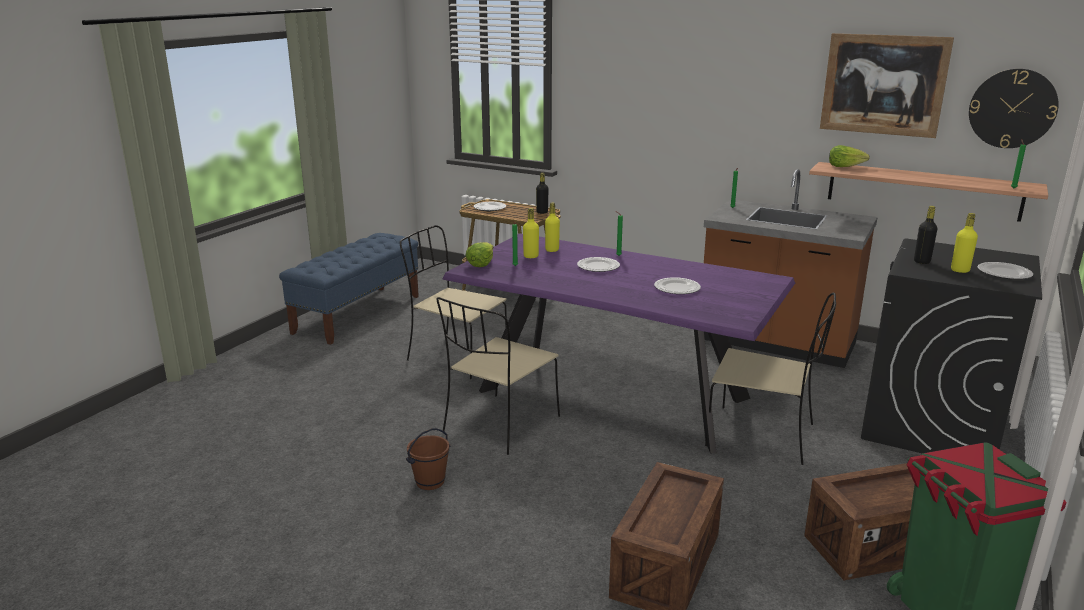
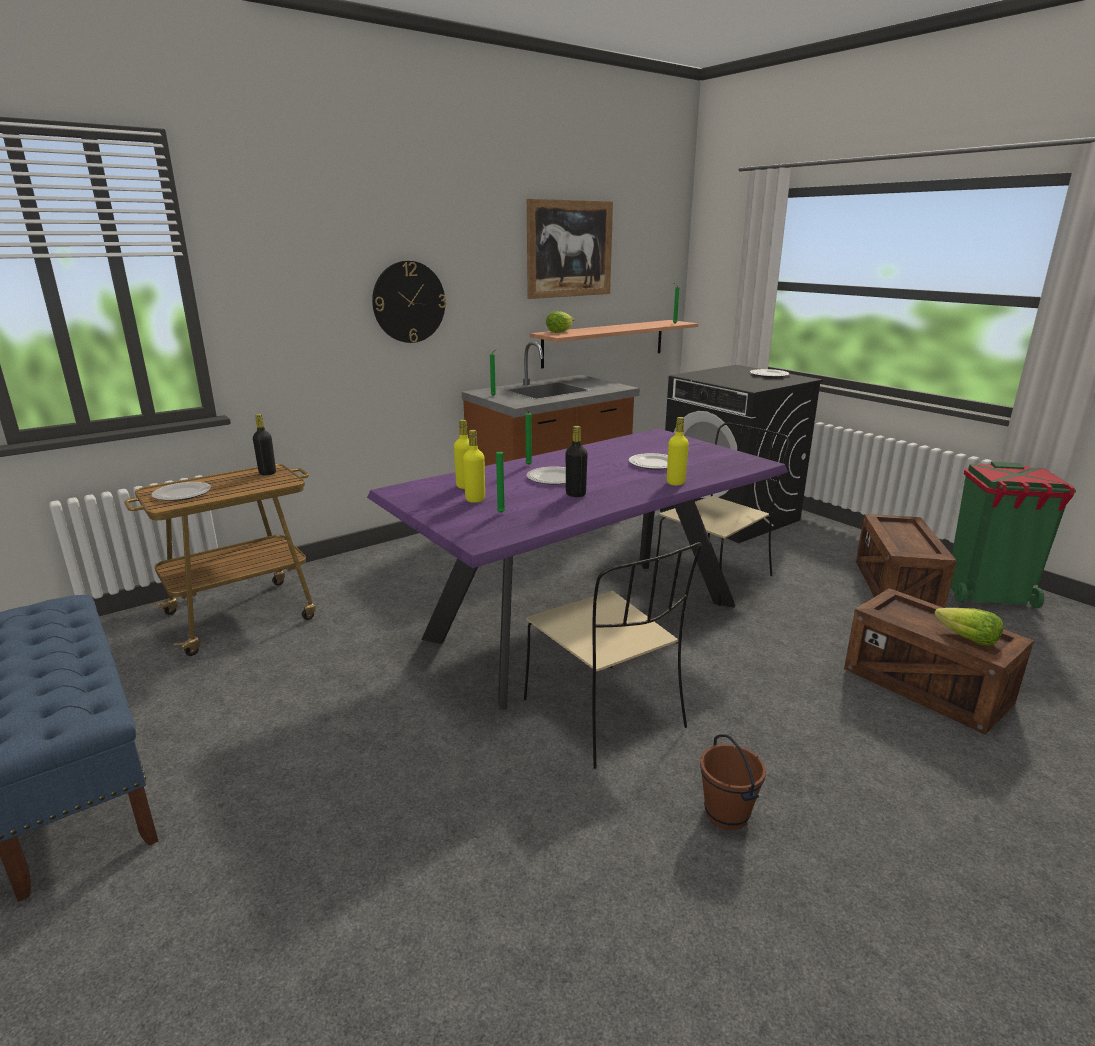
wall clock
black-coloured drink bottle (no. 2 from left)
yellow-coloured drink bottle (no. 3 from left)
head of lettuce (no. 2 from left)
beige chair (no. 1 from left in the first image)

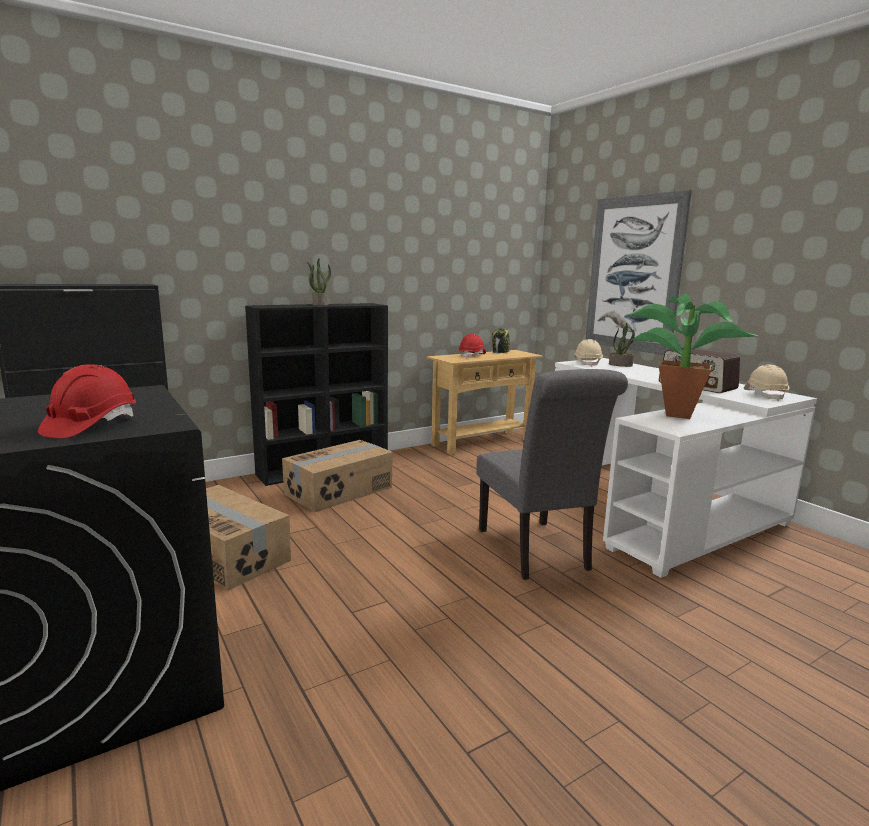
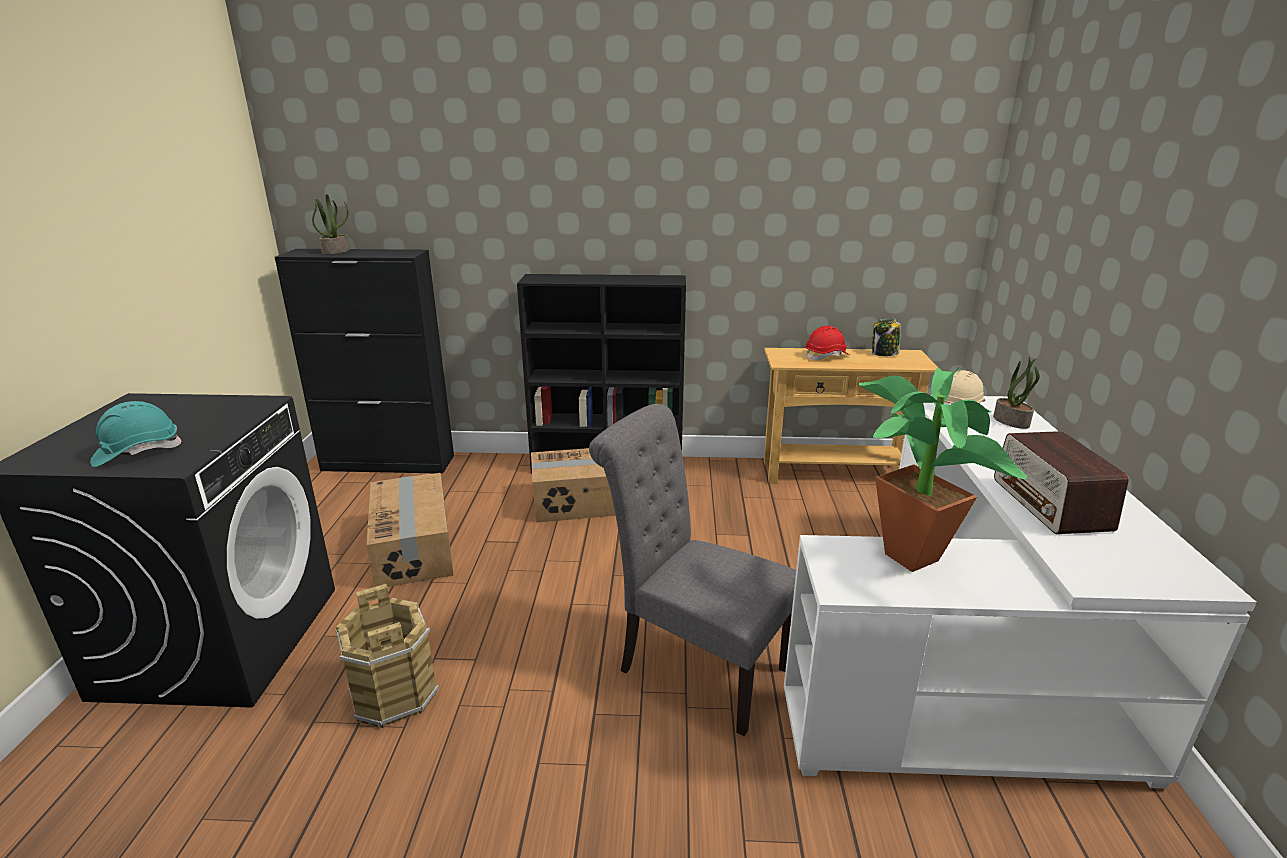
turquoise-coloured safety helmet
houseplant (no. 1 from left)
brownish bucket
gray chair
picture
beige safety helmet (no. 2 from left in the first image)

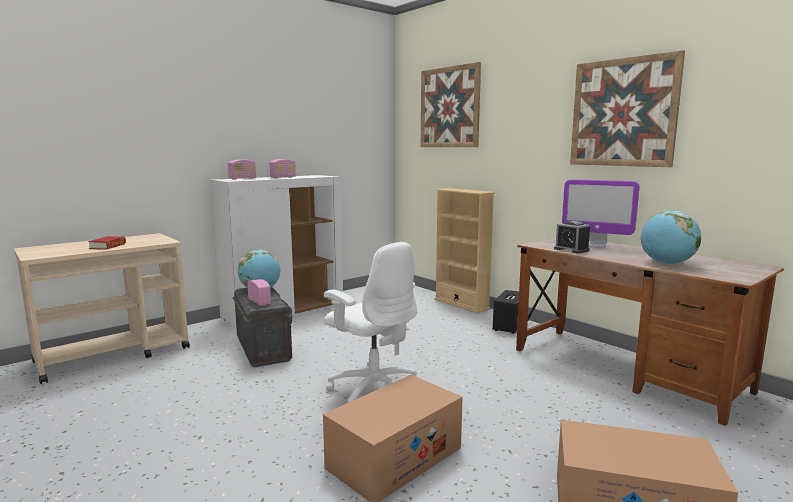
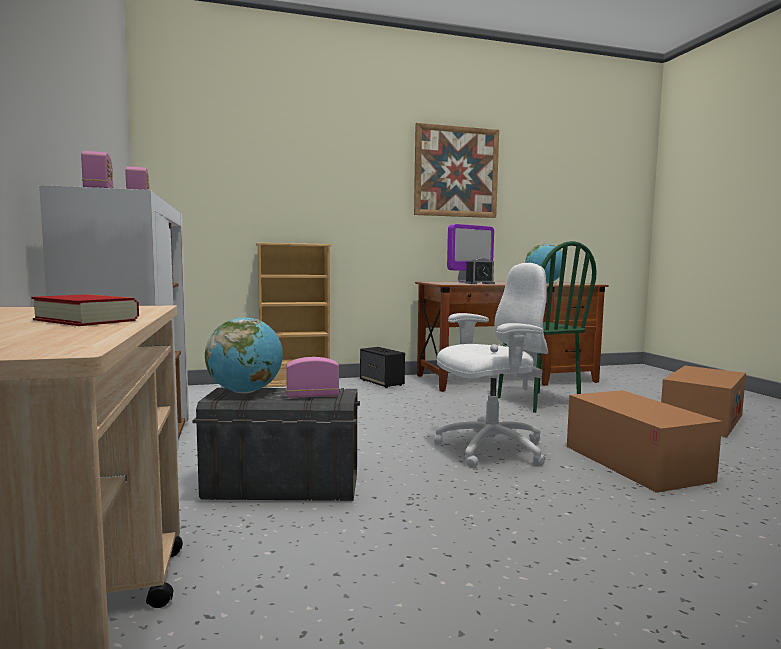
green-coloured chair
picture (no. 1 from left in the first image)

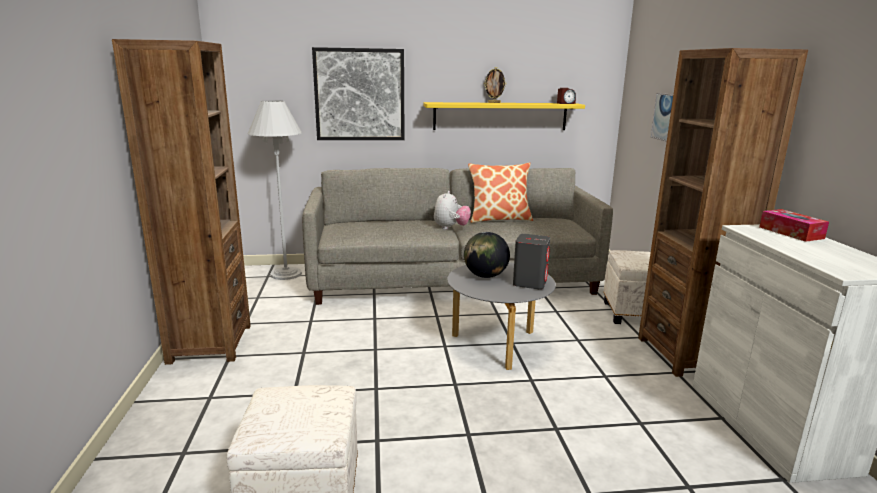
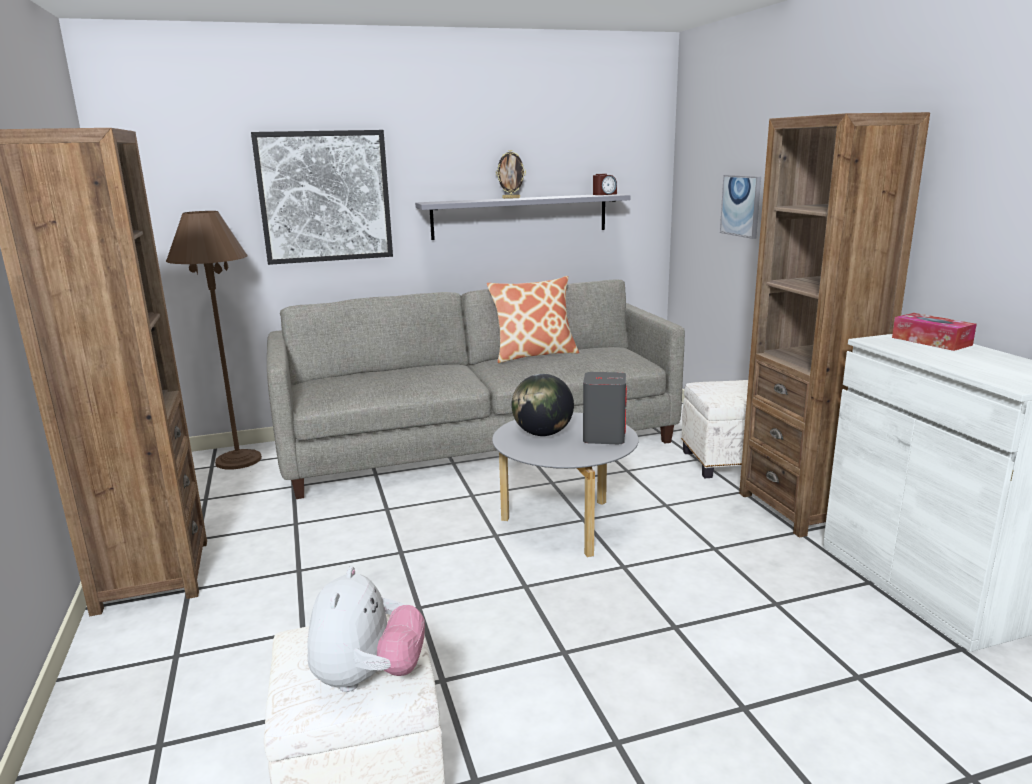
brownish standing lamp
soft toy
gray bracket shelf

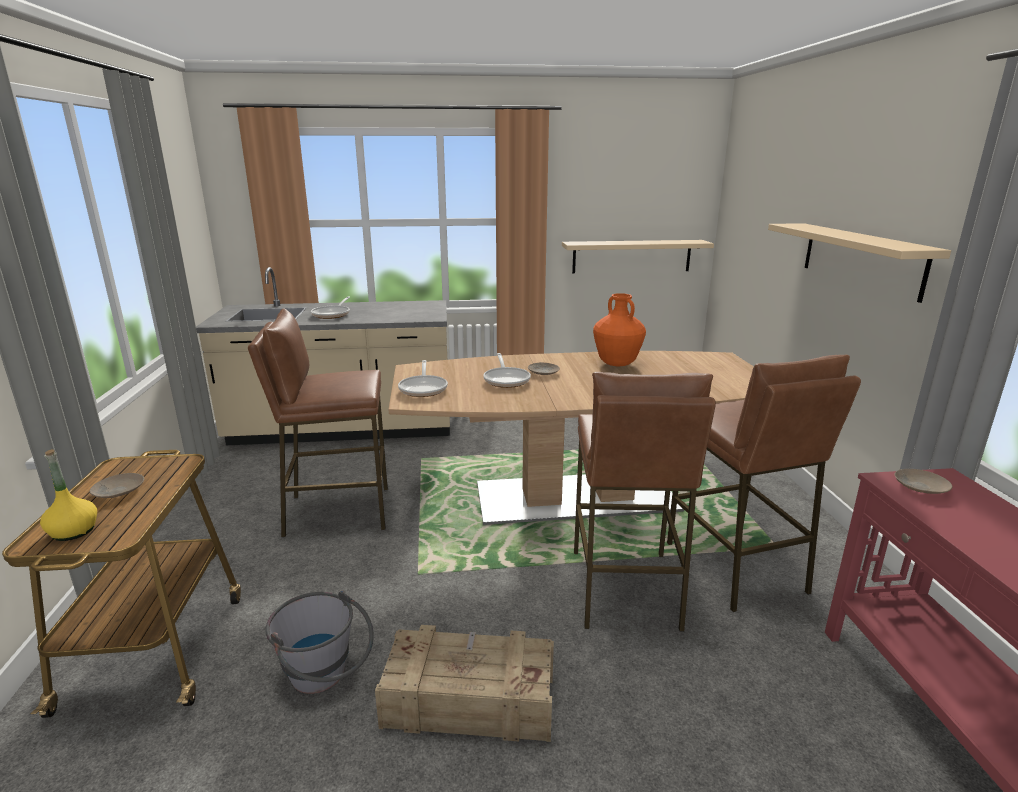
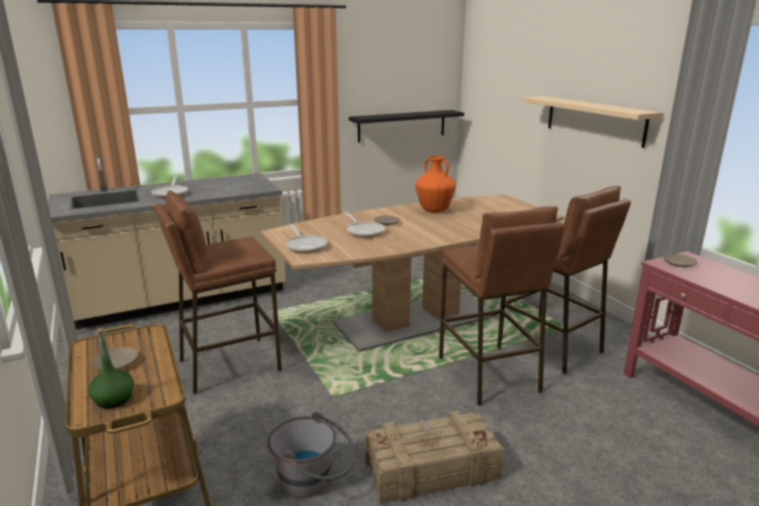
green-coloured drink bottle
black-coloured bracket shelf

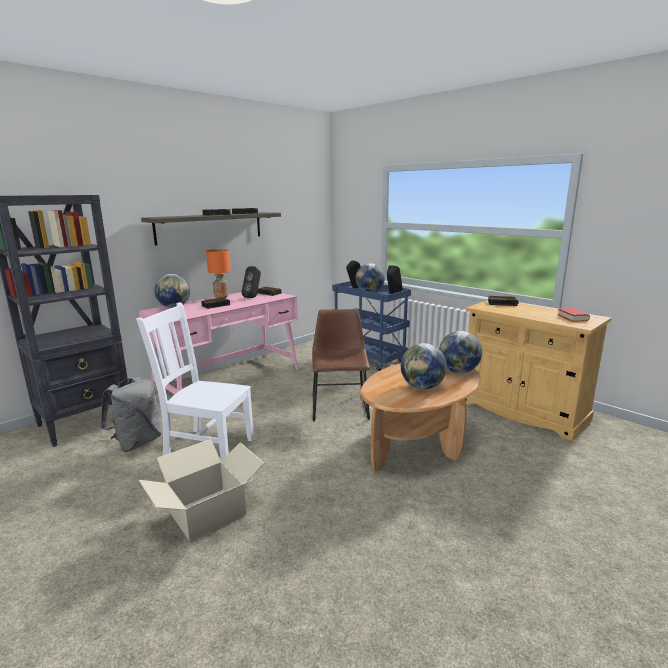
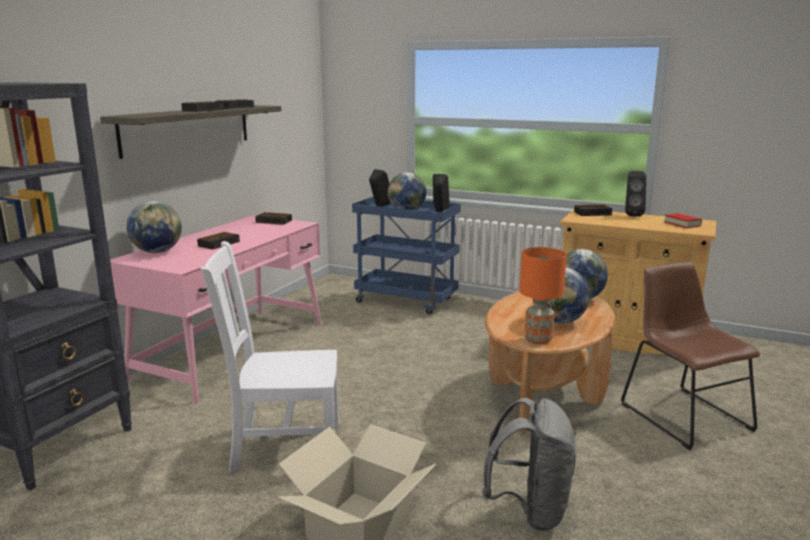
gray knapsack
orange table lamp
brownish chair
black-coloured loudspeaker (no. 3 from left)

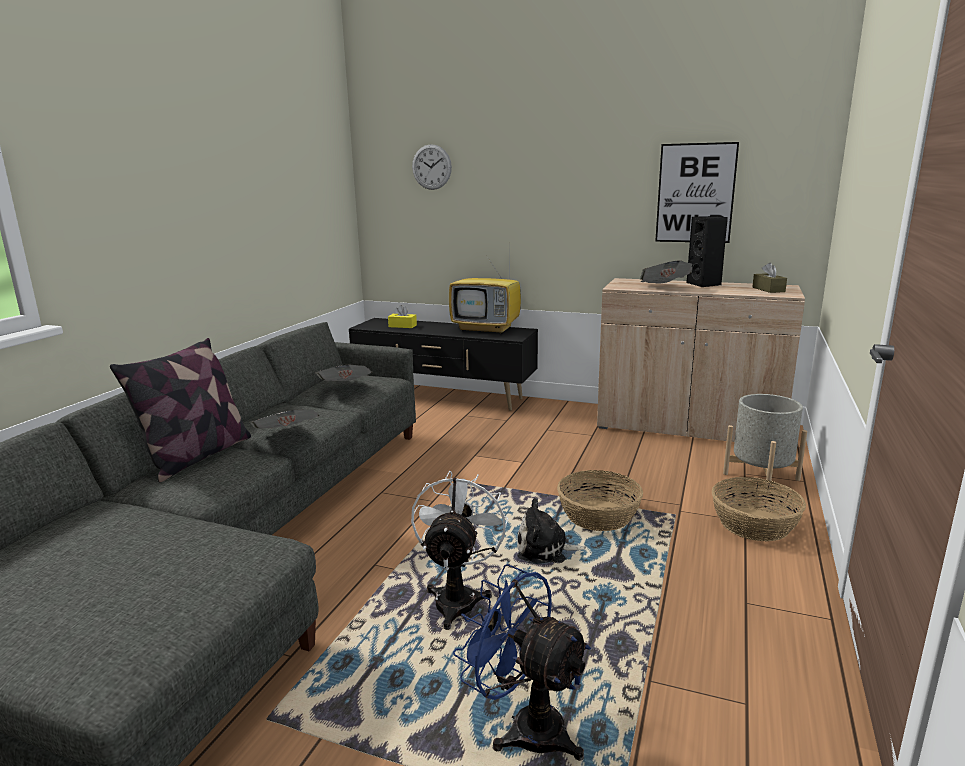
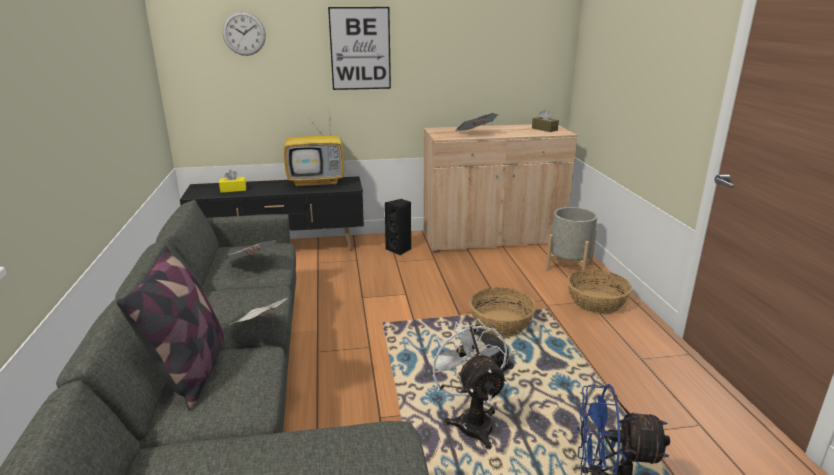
picture
black-coloured loudspeaker

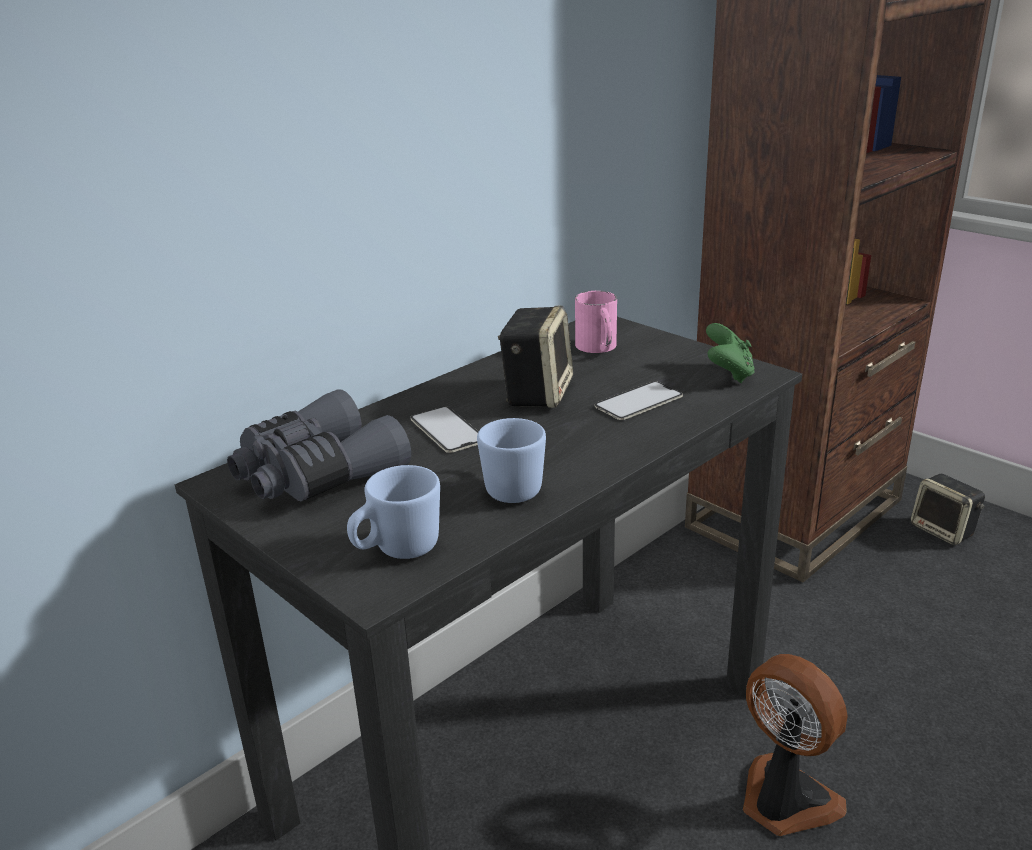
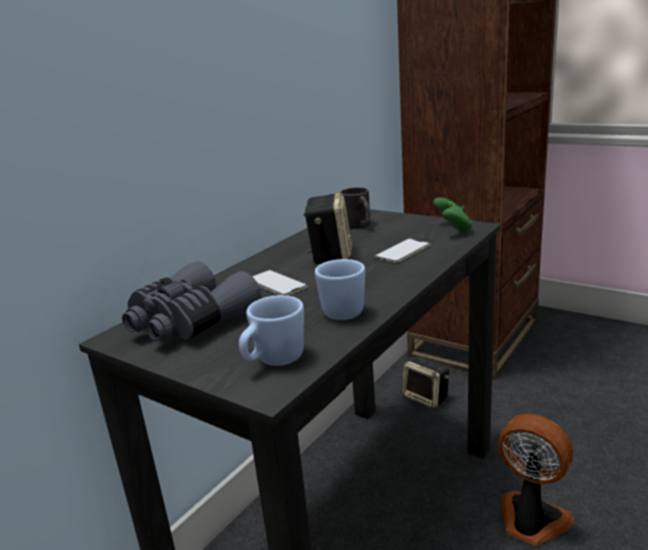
black-coloured coffee mug
loudspeaker (no. 2 from left)

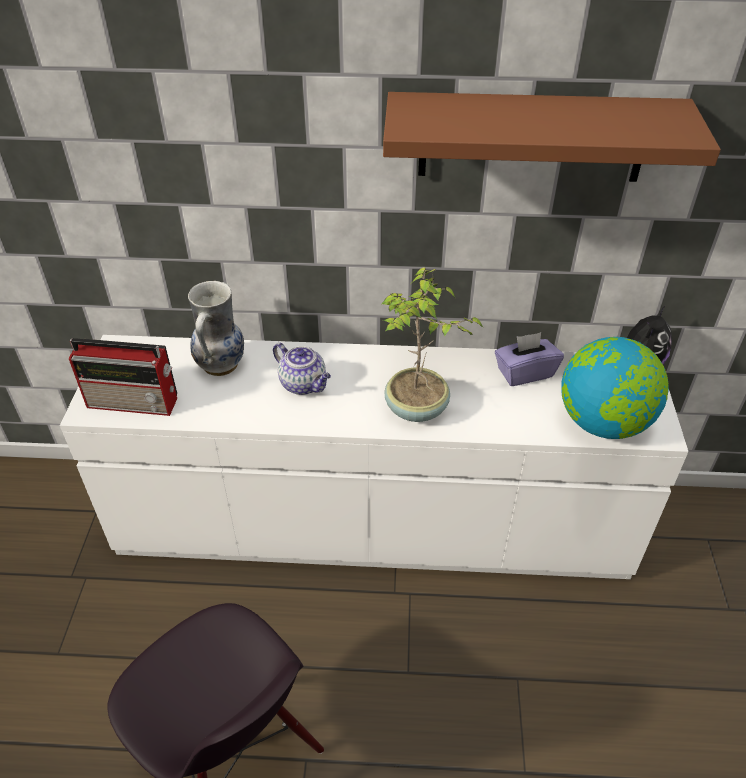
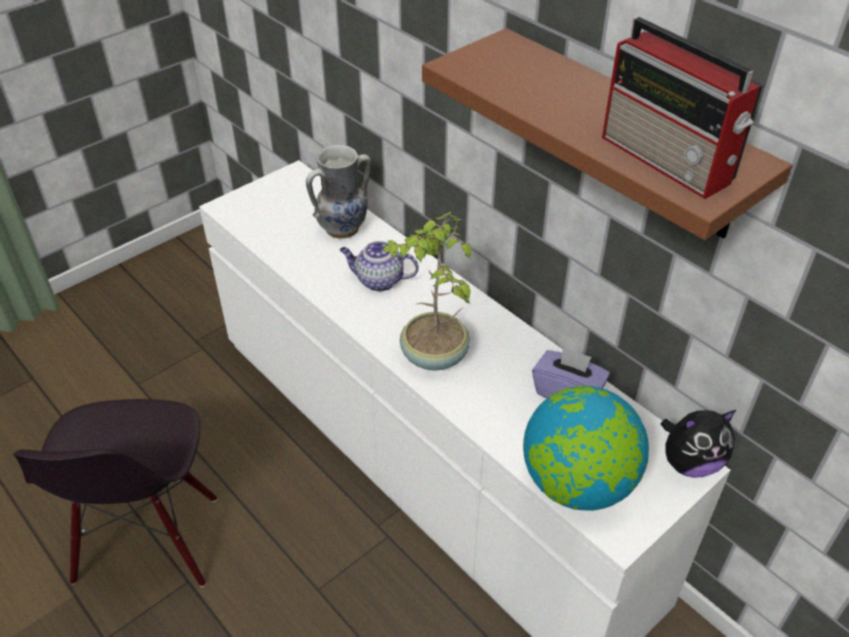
tea pot
radio receiver

